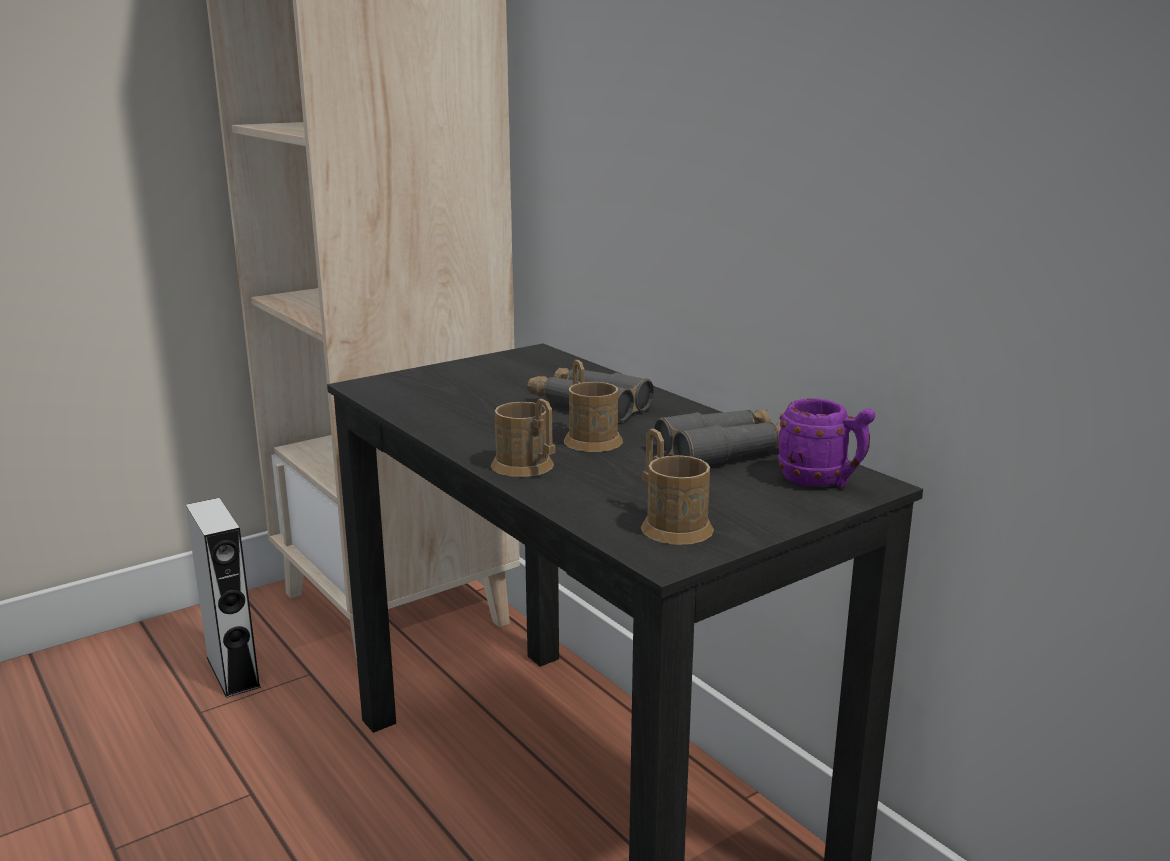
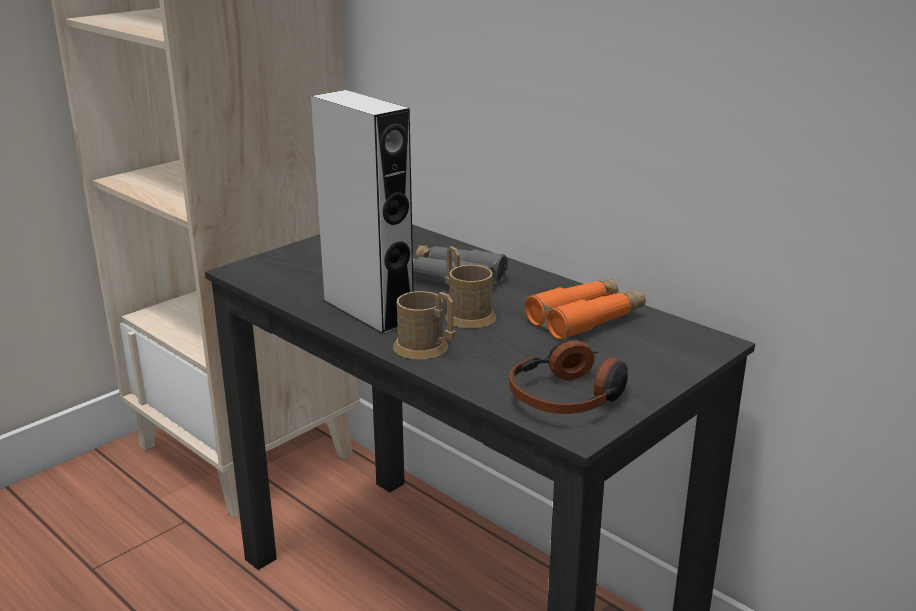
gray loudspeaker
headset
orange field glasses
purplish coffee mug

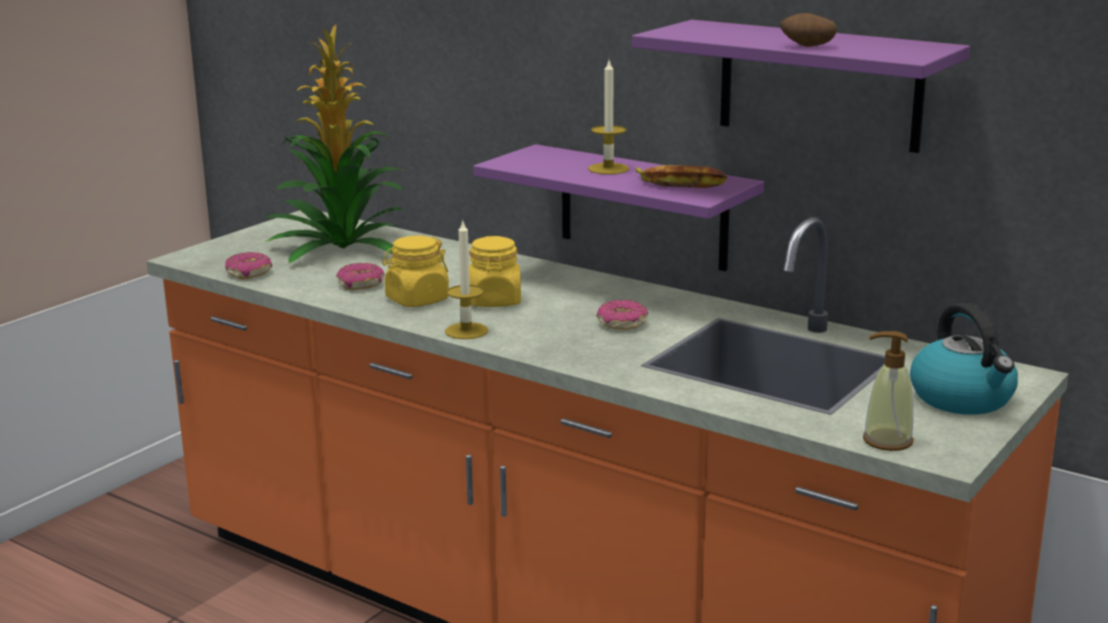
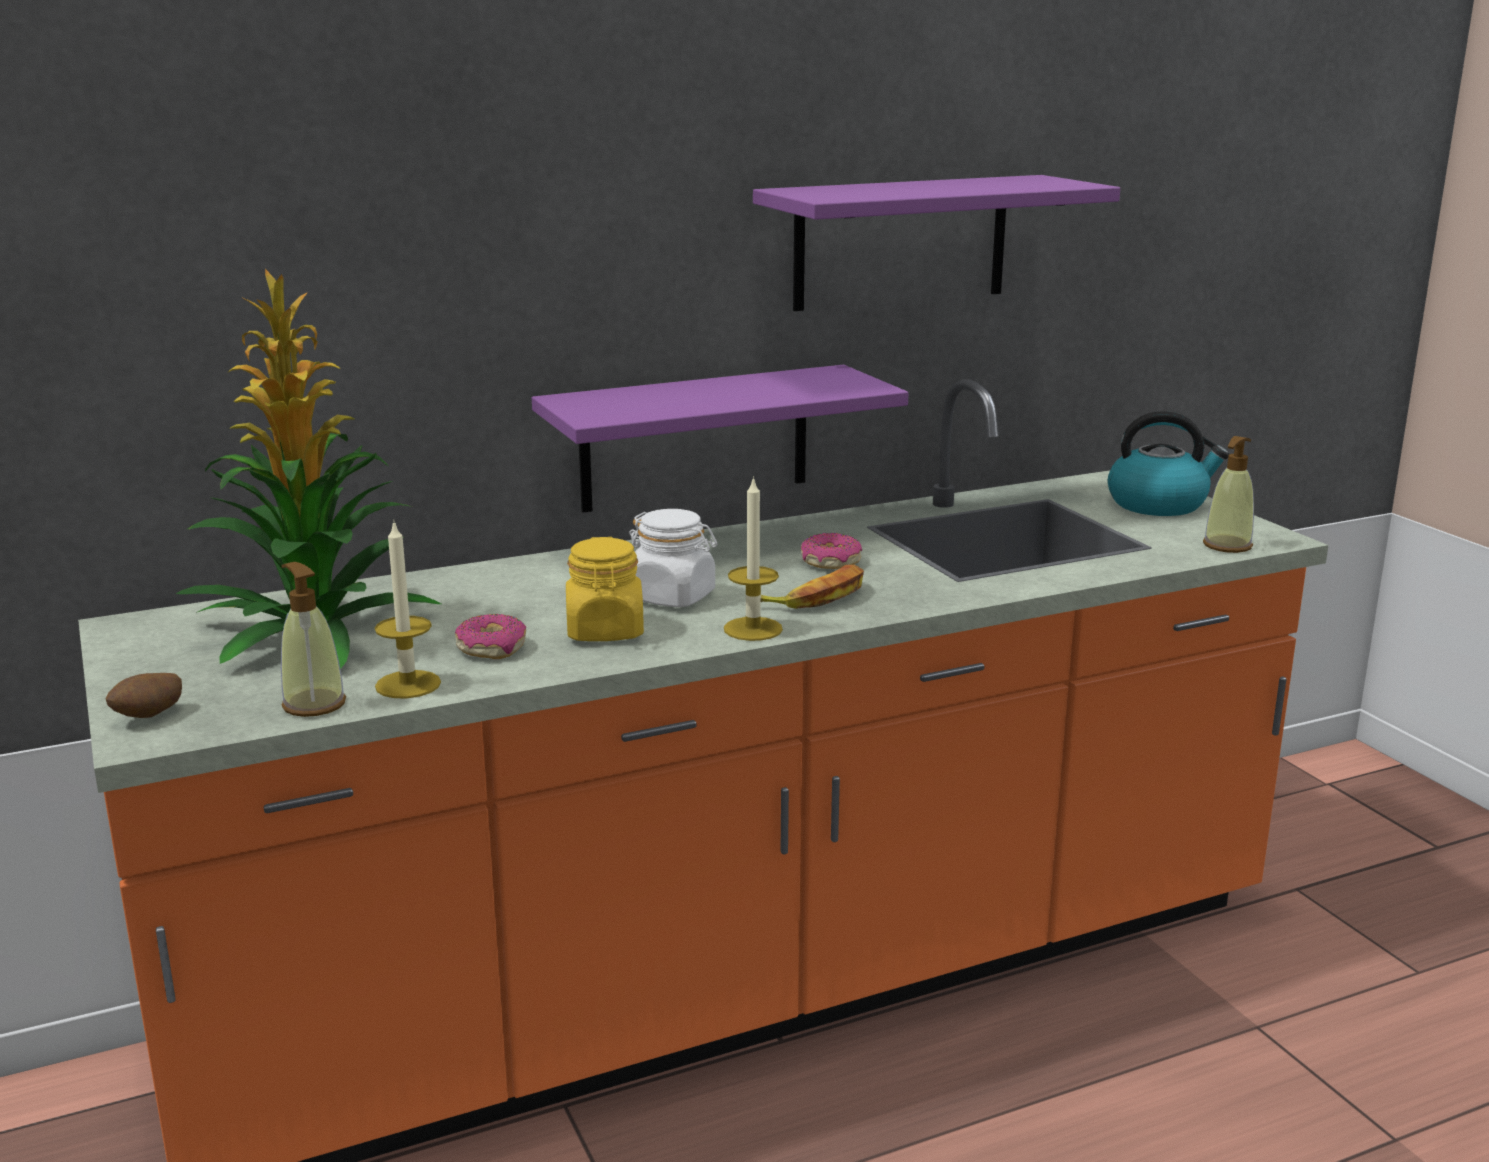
potato
liquid soap bottle (no. 1 from left)
candle (no. 1 from left)
white storage jar
whole banana

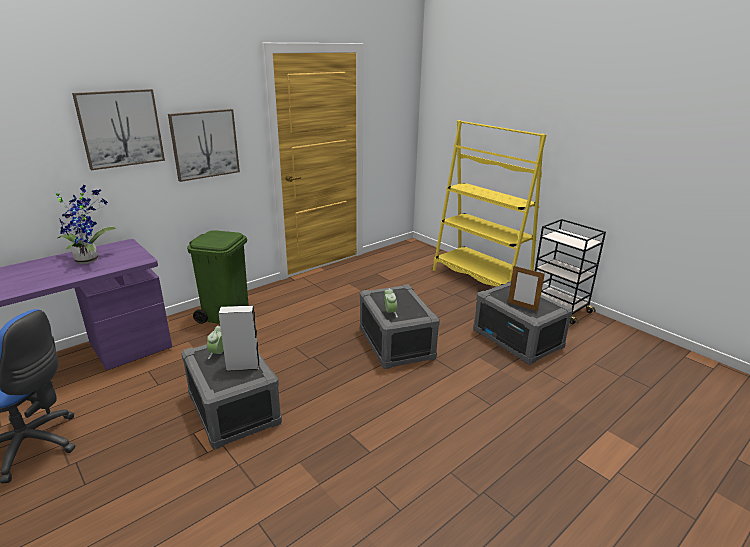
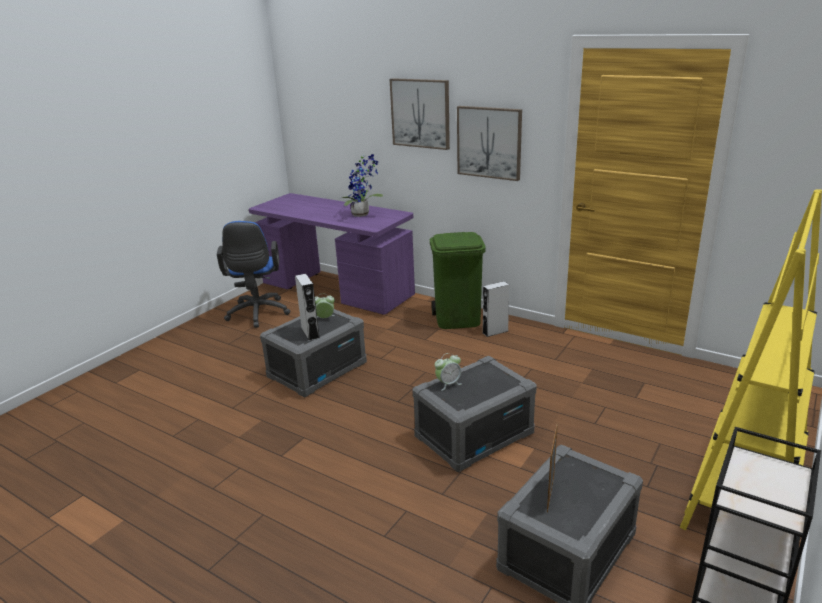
gray loudspeaker (no. 2 from left)

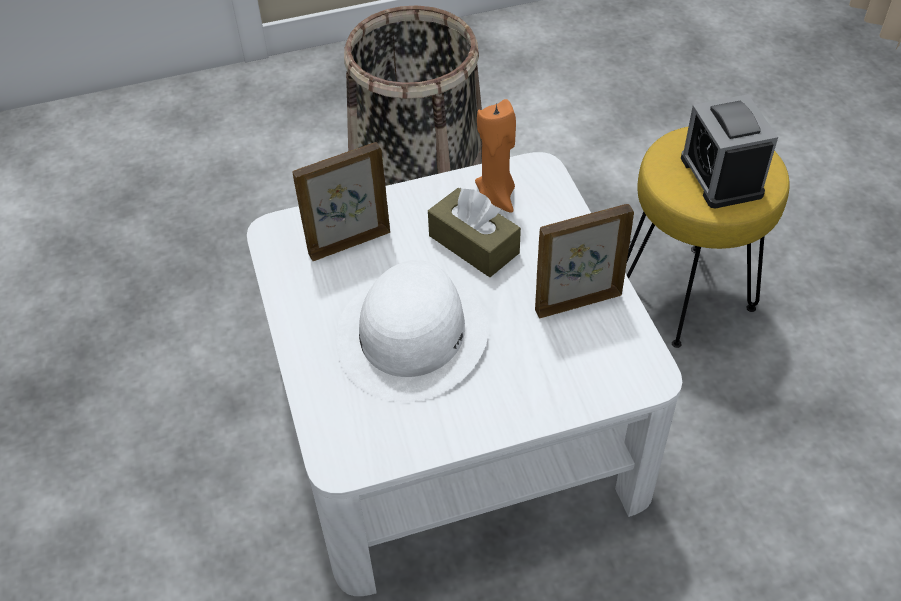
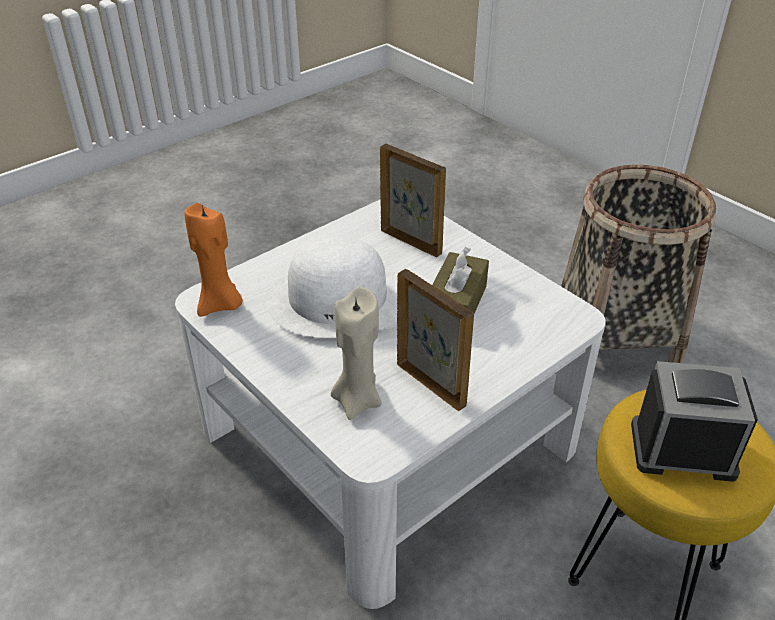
orange candle
beige candle
alarm clock

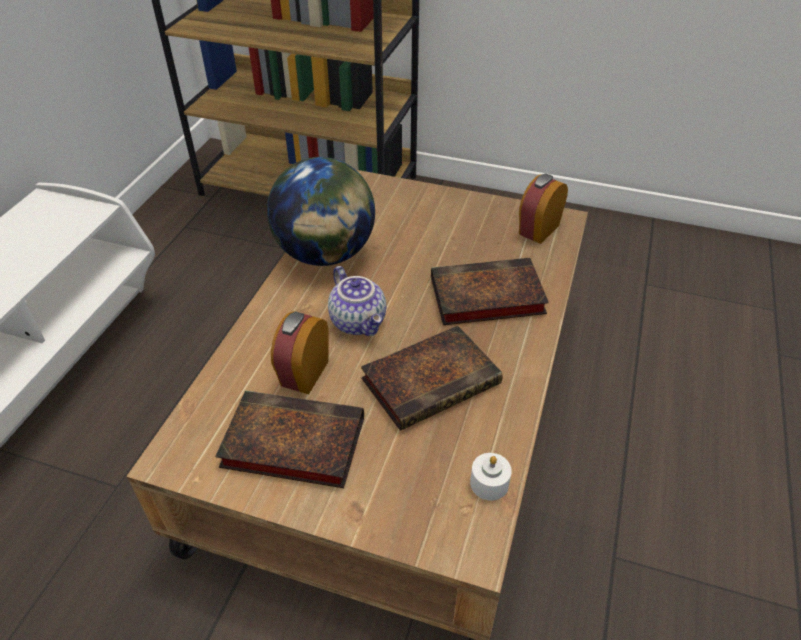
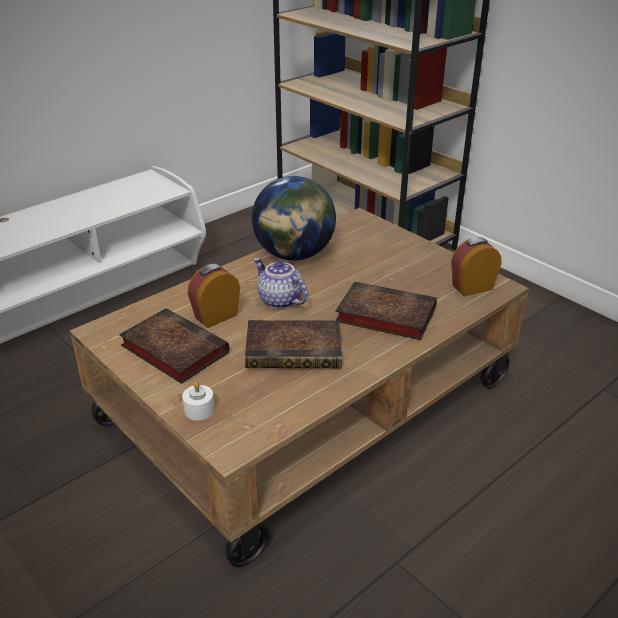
white candle
tea pot

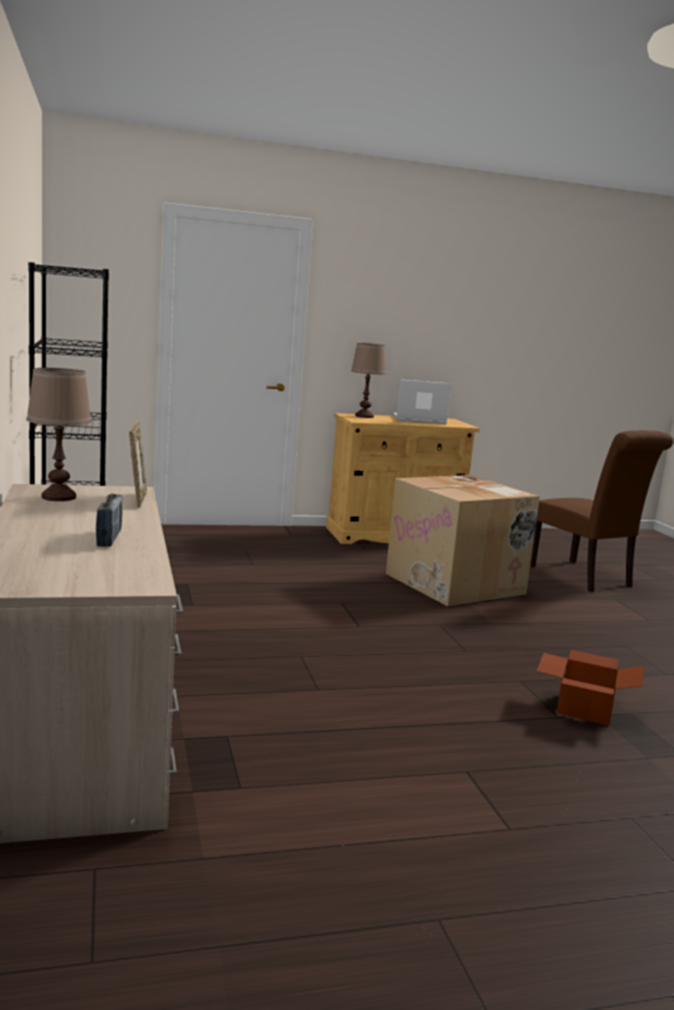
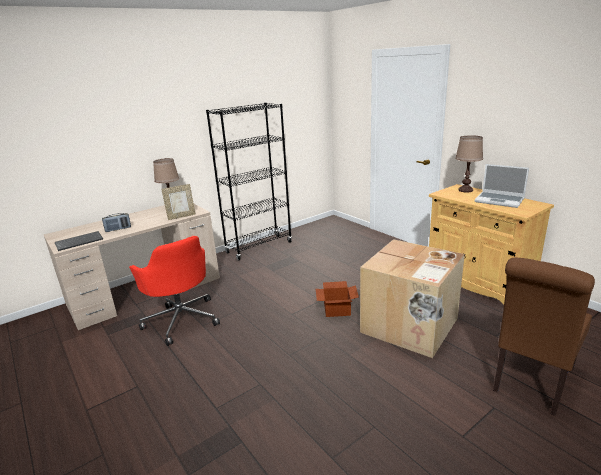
keyboard
red office chair
cardboard box (no. 1 from left)
laptop

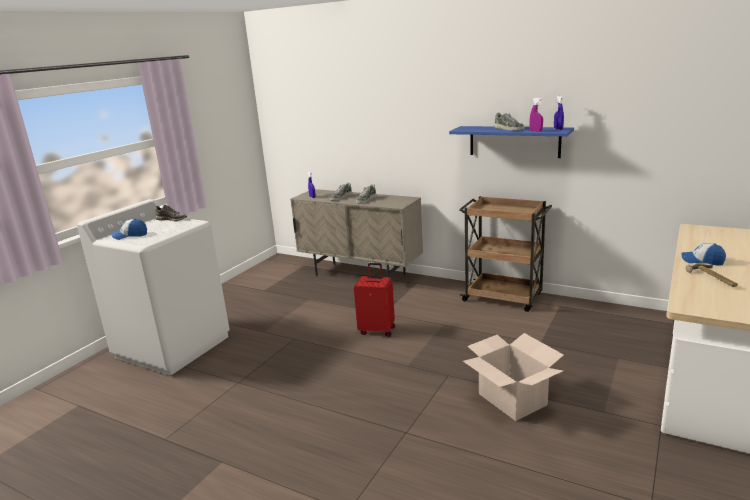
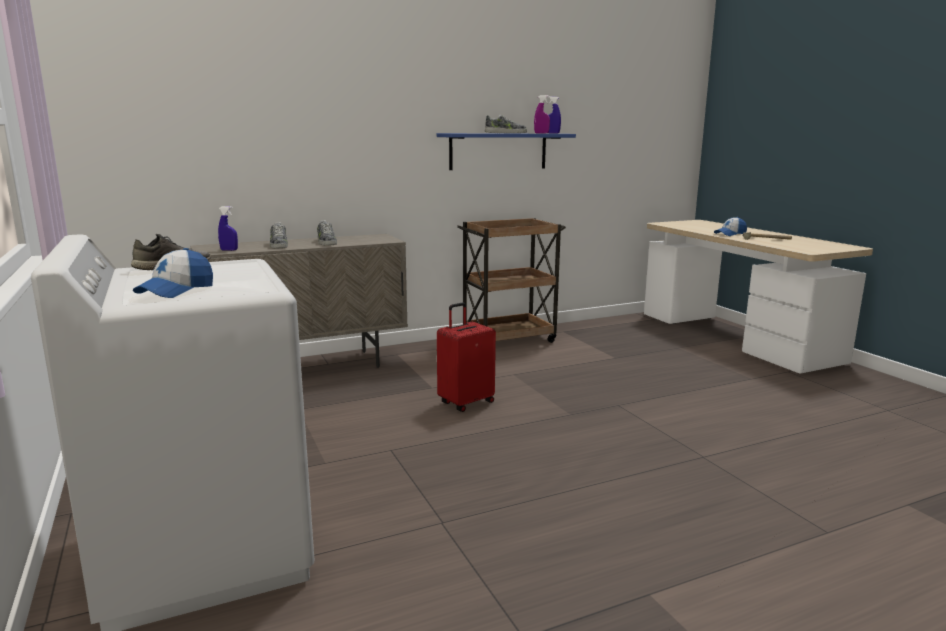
cardboard box

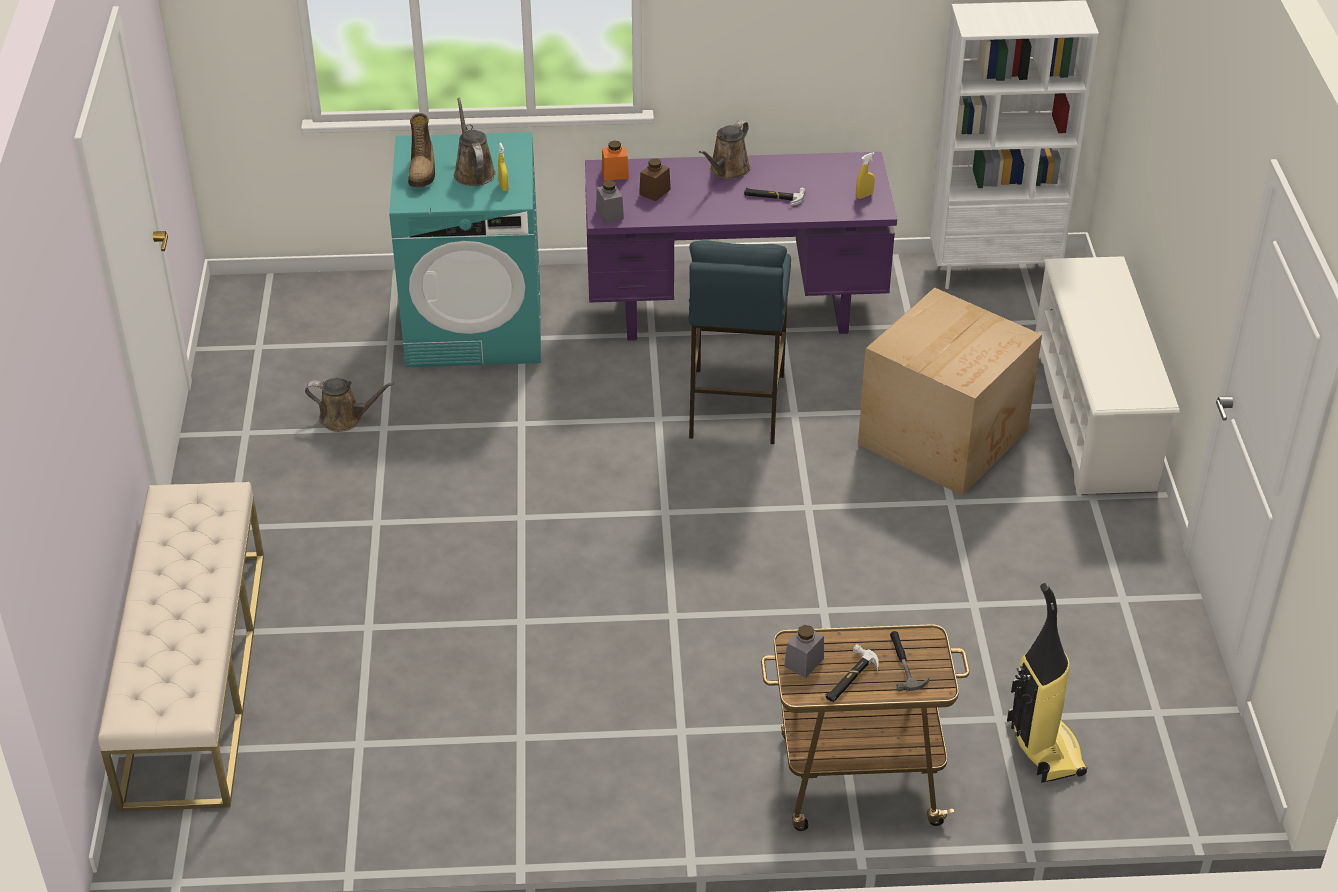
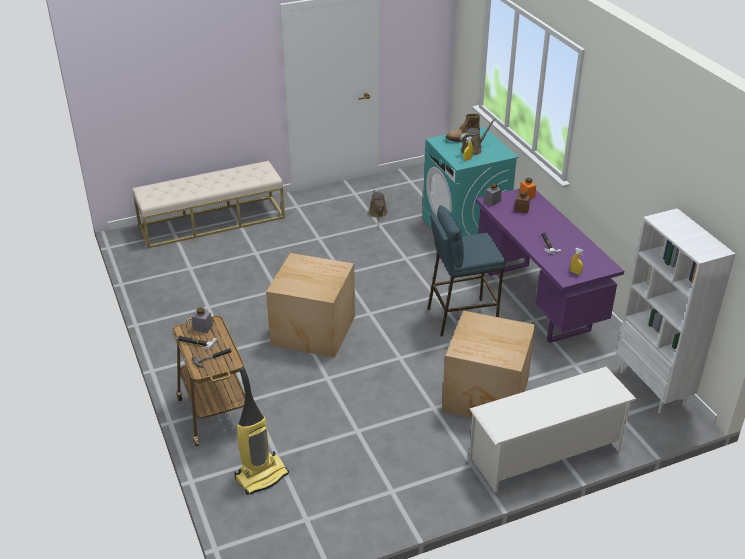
cardboard box (no. 1 from left)
brownish watering can (no. 3 from left in the first image)

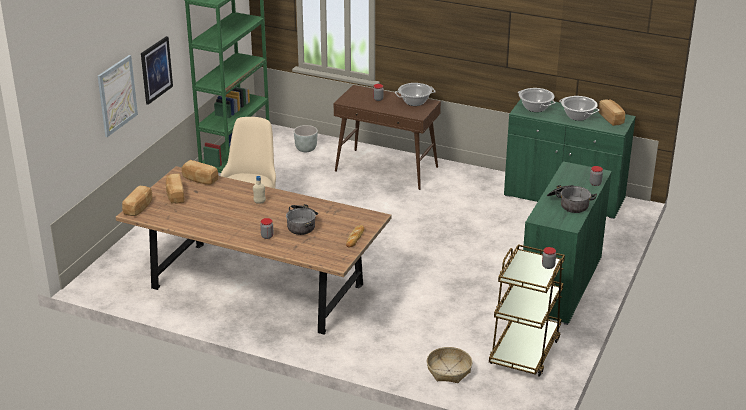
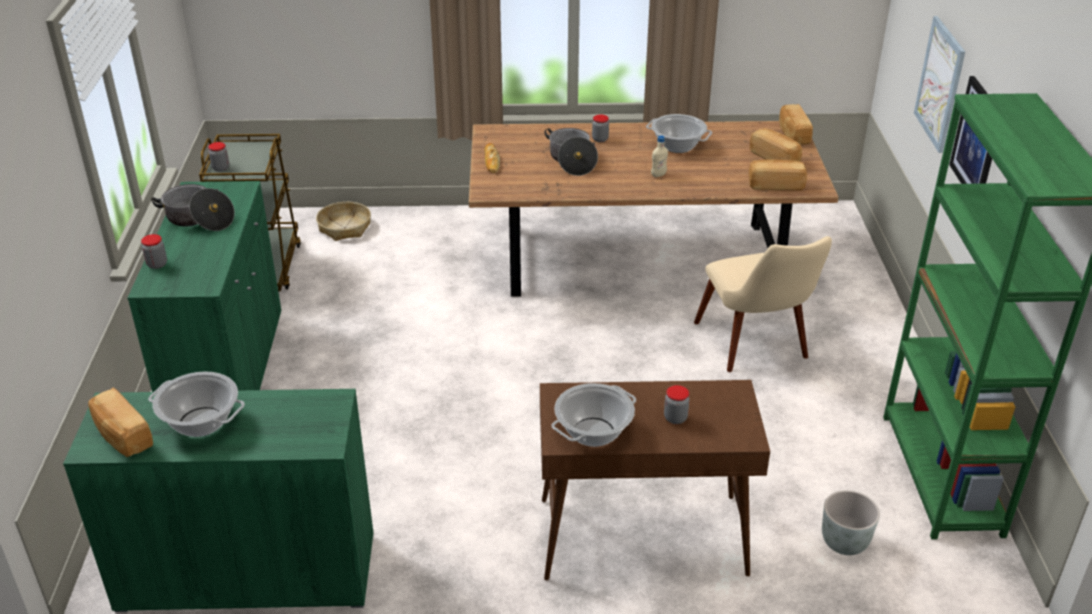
cooking pot (no. 5 from left)

